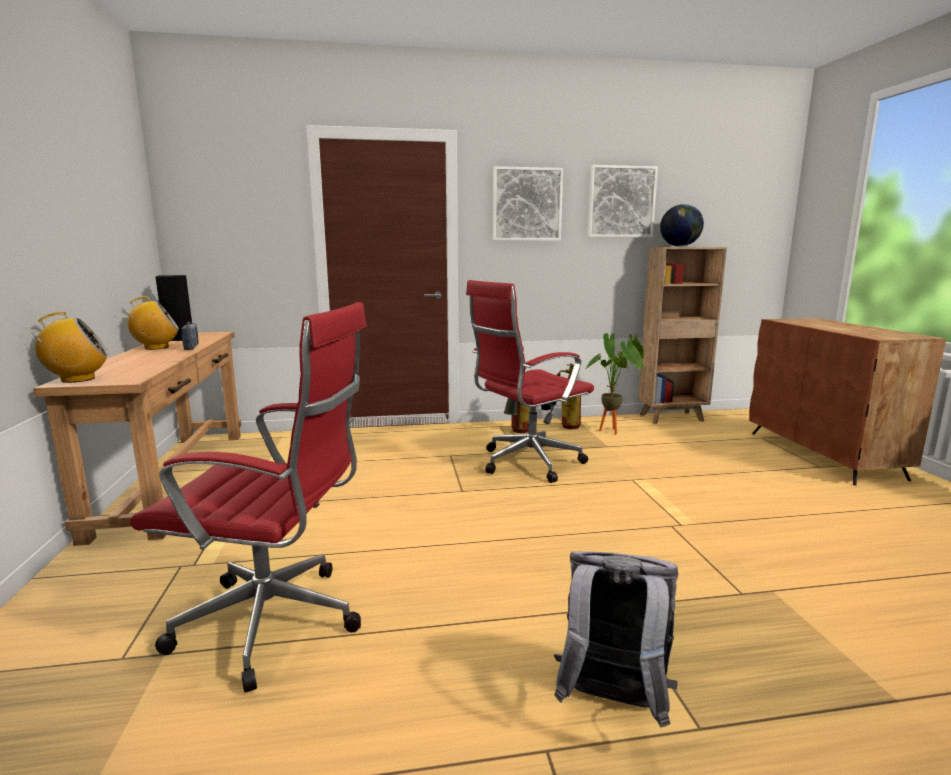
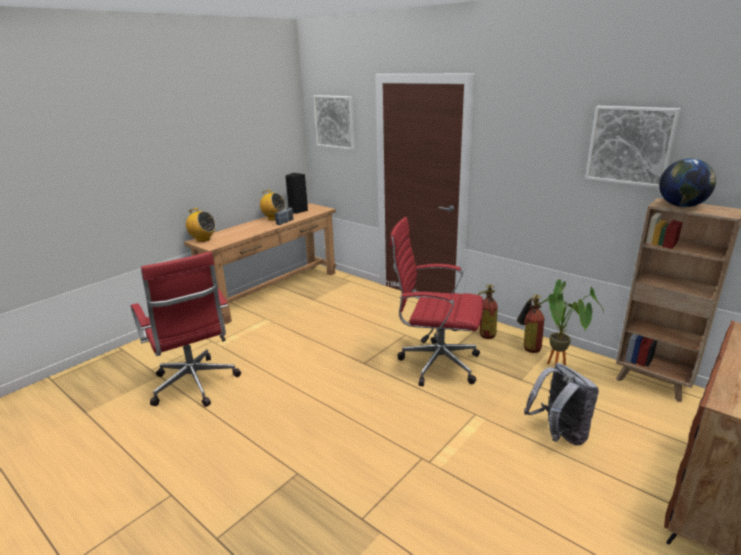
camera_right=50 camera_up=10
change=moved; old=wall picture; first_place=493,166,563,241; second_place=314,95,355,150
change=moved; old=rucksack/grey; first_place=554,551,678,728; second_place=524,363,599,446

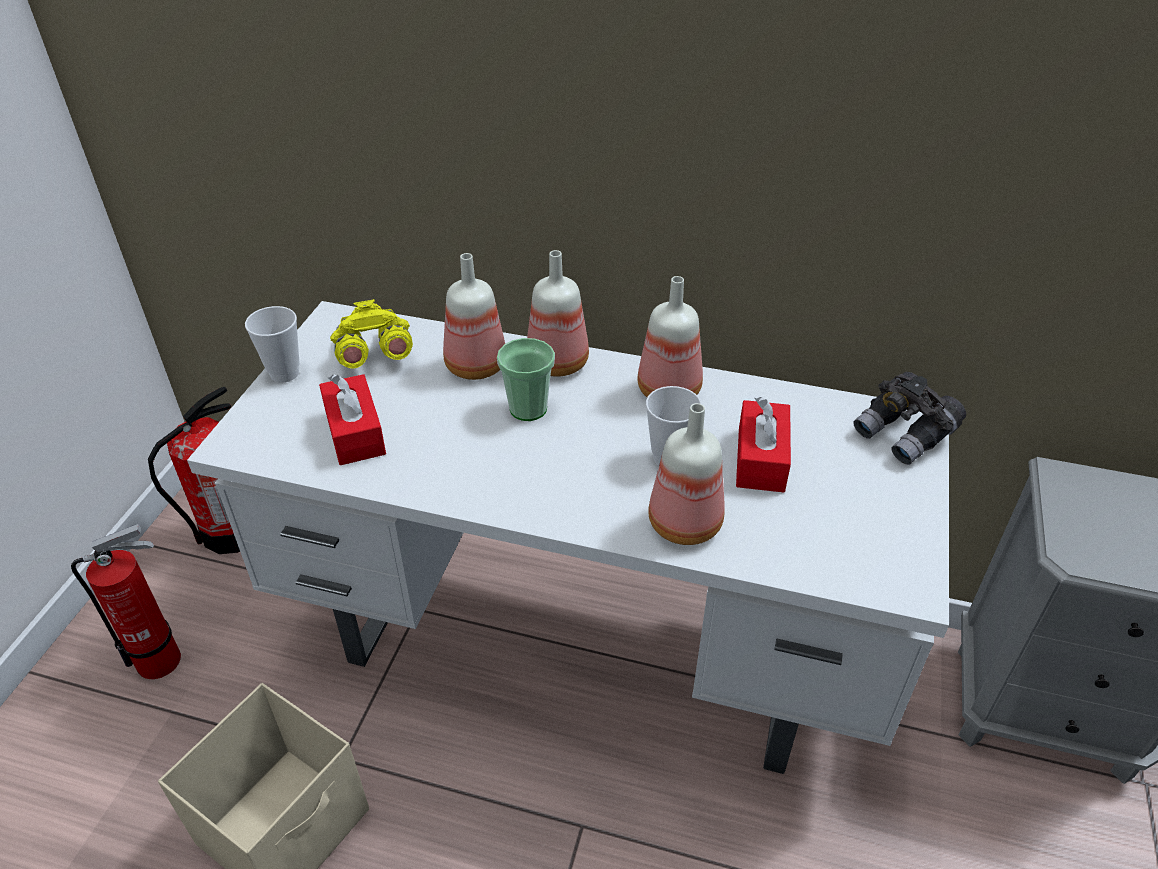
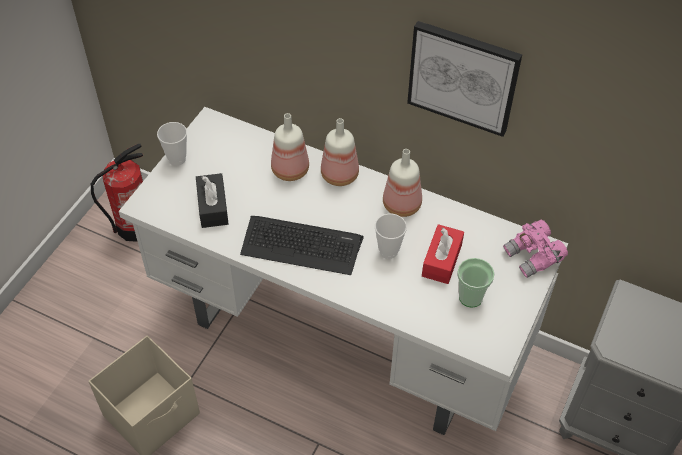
camera_right=10 camera_up=10
change=recoloured; old=tissue holder/reddish; new=tissue holder/black; first_place=319,374,386,465; second_place=196,173,229,228
change=added; new=PC keyboard; second_place=240,216,364,275
change=added; new=wall picture; second_place=407,21,522,137
change=moved; old=cup; first_place=497,338,555,421; second_place=457,258,495,308
change=recoloured; old=pair of binoculars/grey; new=pair of binoculars/pinkish; first_place=853,372,966,465; second_place=503,220,568,278
change=removed; old=extinguisher; first_place=71,524,181,679
change=removed; old=pair of binoculars/yellowish; first_place=330,299,413,369
change=removed; old=beverage bottle; first_place=648,403,725,545

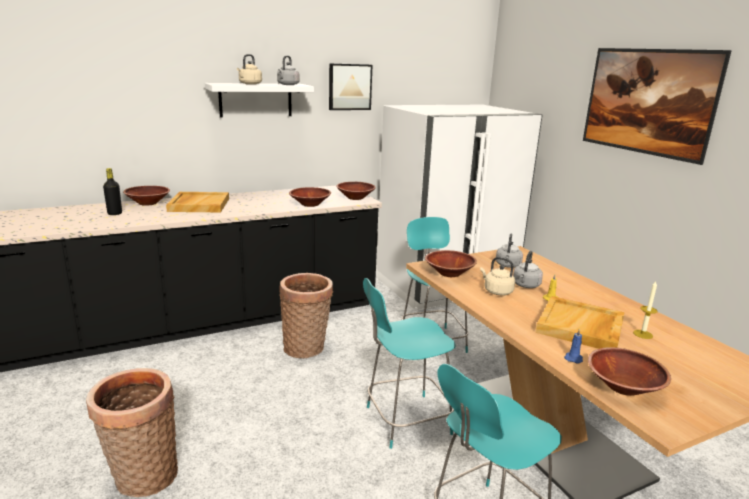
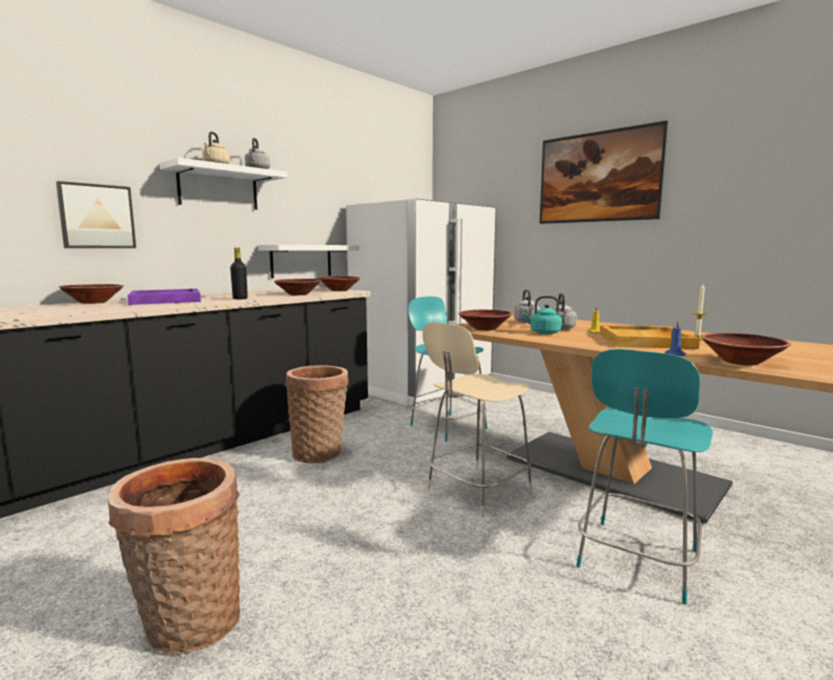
camera_right=-20 camera_up=-10
change=moved; old=wall picture; first_place=329,63,372,110; second_place=56,181,136,248
change=recoloured; old=tray/sand-coloured; new=tray/purple; first_place=166,192,229,212; second_place=128,289,201,305
change=moved; old=beverage bottle/black; first_place=103,168,122,215; second_place=230,247,248,299
change=added; new=wall shelf/whitish; second_place=258,245,360,278
change=recoloured; old=chair/blue-green; new=chair/sand-coloured; first_place=363,278,456,449; second_place=422,322,532,517
change=recoloured; old=tea kettle/sand-coloured; new=tea kettle/blue-green; first_place=480,257,515,296; second_place=523,296,562,334

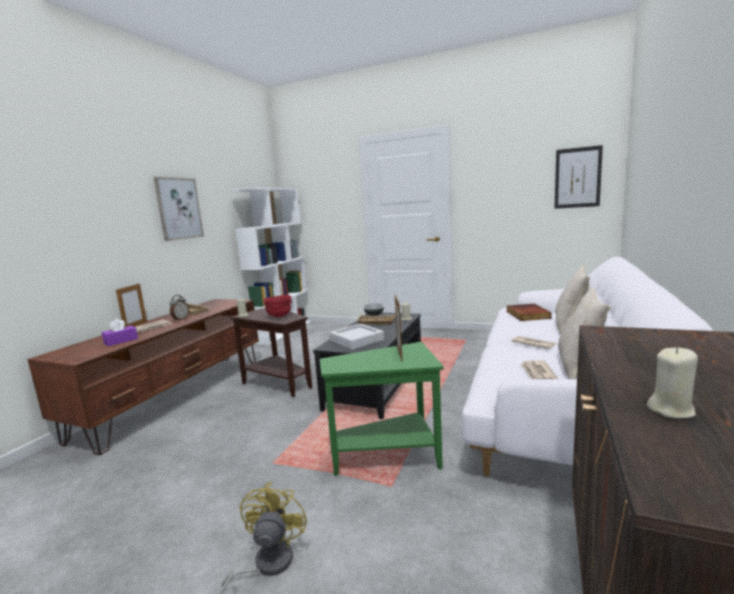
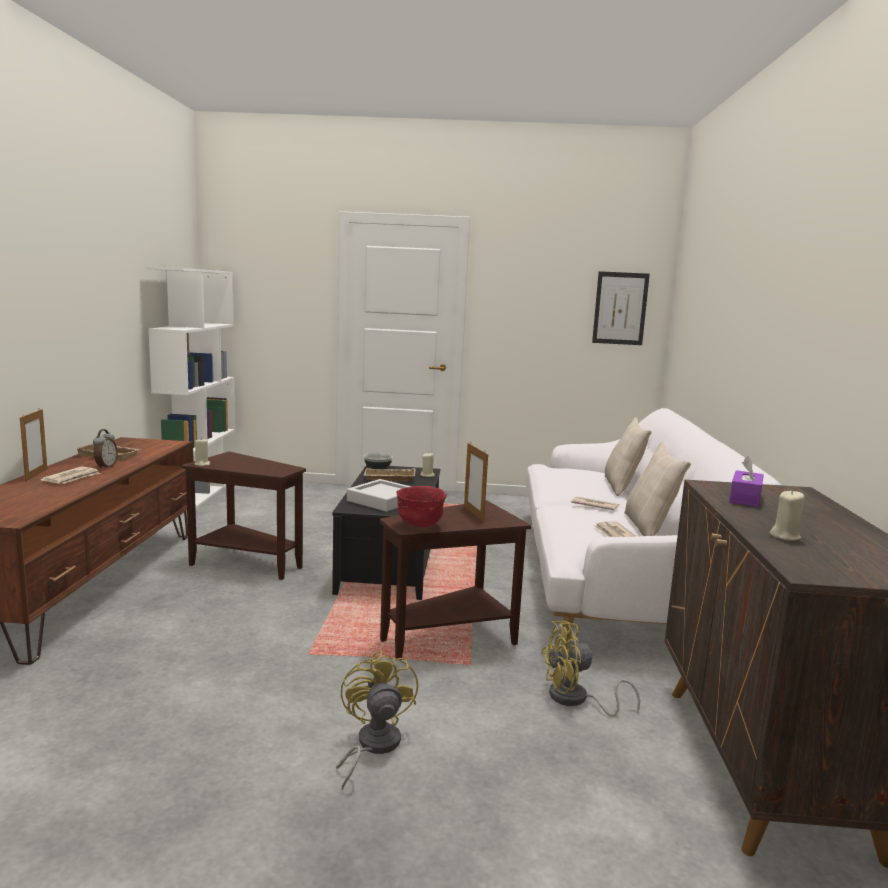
camera_right=-20 camera_up=0
change=recoloured; old=accent table/green-coloured; new=accent table/brown-coloured; first_place=320,342,444,476; second_place=380,500,531,661
change=moved; old=deep dish/reddish; first_place=263,295,292,317; second_place=396,486,447,527
change=added; new=fan/yellowish; second_place=541,621,640,716
change=moved; old=tissue holder/purple; first_place=102,319,138,346; second_place=729,456,764,507
change=removed; old=wall picture; first_place=154,177,204,241
change=removed; old=book; first_place=506,304,552,321

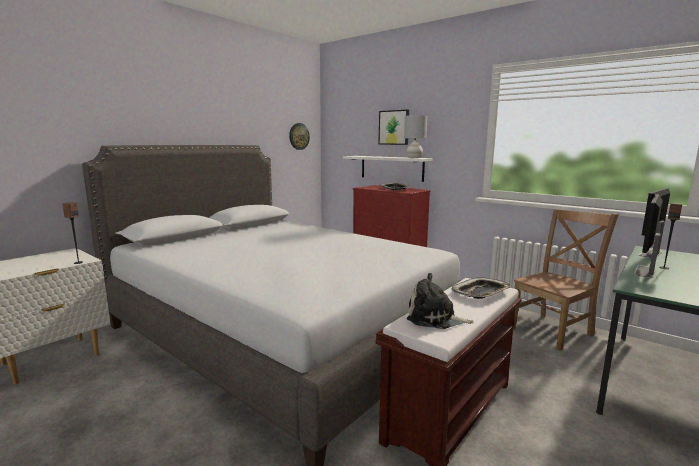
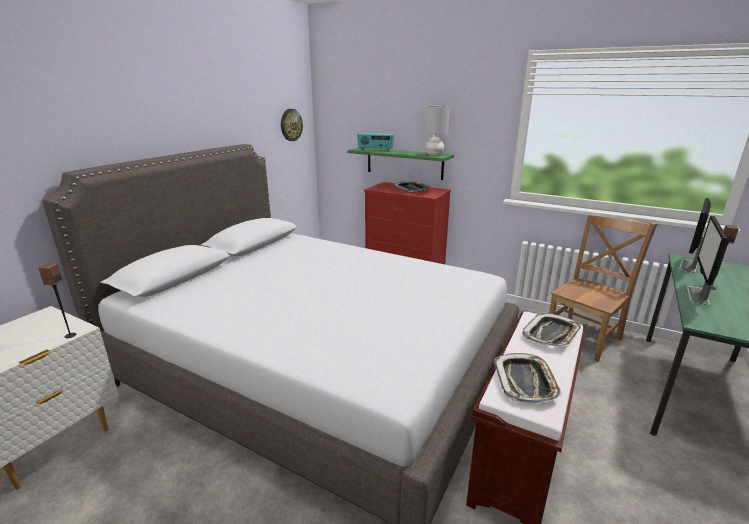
camera_right=-10 camera_up=10
change=recoloured; old=wall shelf/whitish; new=wall shelf/green-coloured; first_place=343,156,433,182; second_place=347,148,454,180
change=added; new=radio receiver; second_place=357,133,394,151
change=replaced; old=plush toy; new=tray; first_place=407,273,474,329; second_place=495,353,563,403
change=removed; old=wall picture; first_place=378,110,409,145

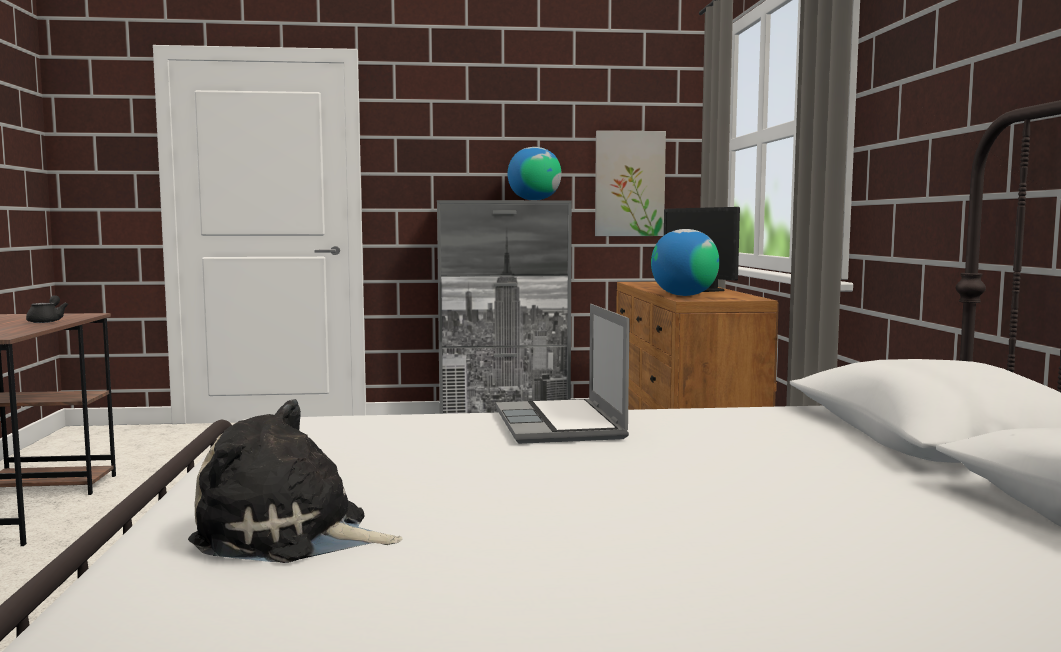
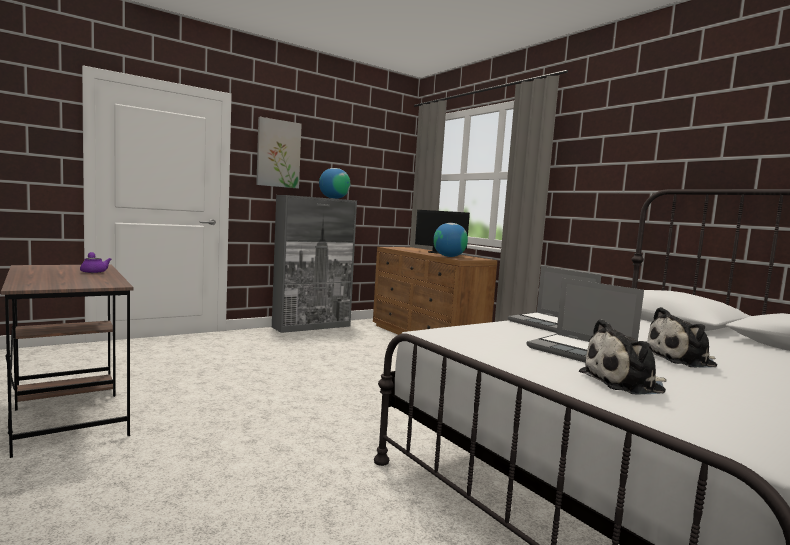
camera_right=-30 camera_up=0
change=recoloured; old=pot for tea/black; new=pot for tea/purple; first_place=26,295,68,323; second_place=80,252,112,273
change=moved; old=wall picture; first_place=595,130,666,236; second_place=256,117,302,188
change=added; new=notebook computer; second_place=527,278,644,362
change=added; new=plush toy; second_place=648,307,717,367

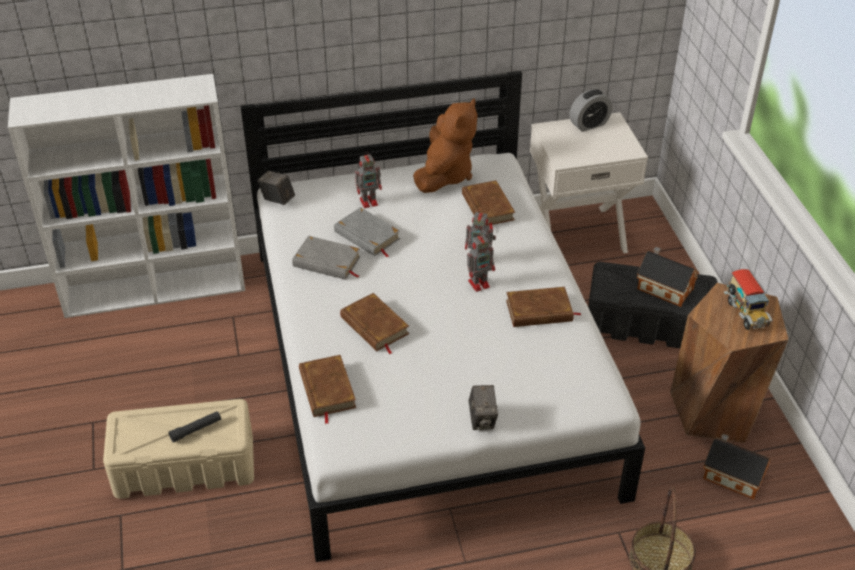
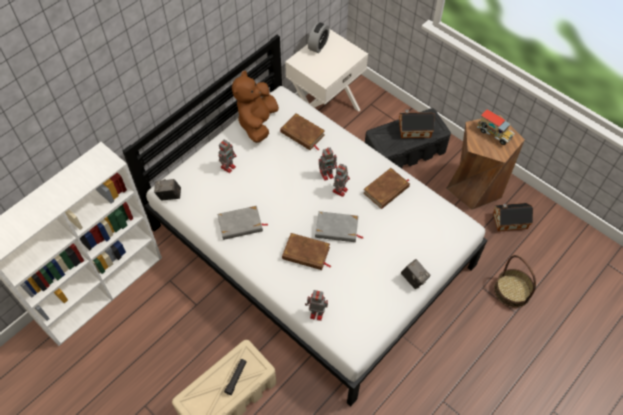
camera_right=-35 camera_up=15
change=turned; old=plush toy/brown-coloured; first_place=413,98,477,193; second_place=232,70,279,143; degrees=-150
change=replaced; old=book/brown-coloured; new=robot figure; first_place=299,355,356,424; second_place=305,290,328,321
change=moved; old=book/grey; first_place=334,207,400,257; second_place=315,211,363,242

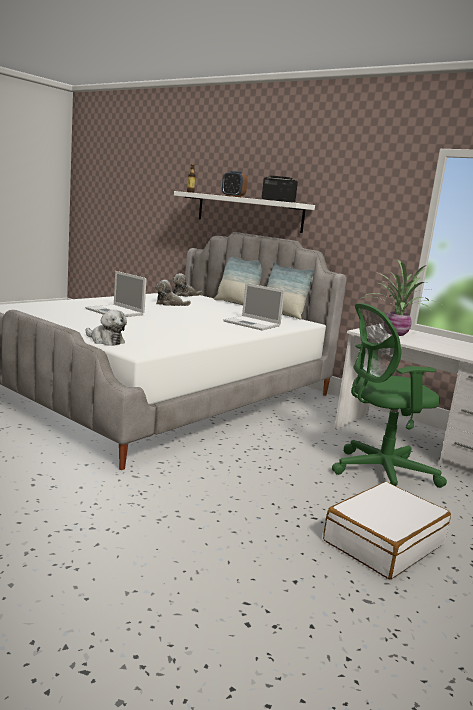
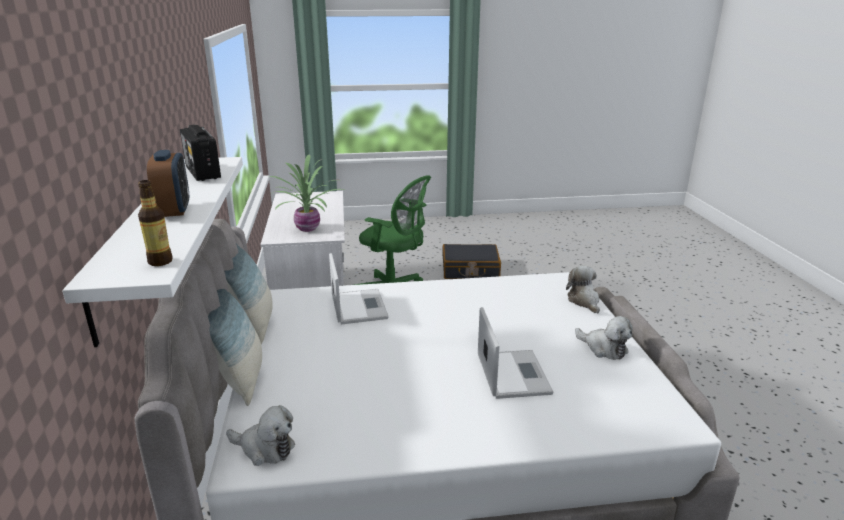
camera_right=-135 camera_up=10
change=recoloured; old=piece of luggage/whitish; new=piece of luggage/black; first_place=323,482,451,579; second_place=442,244,501,279
change=moved; old=plush toy; first_place=155,280,191,306; second_place=575,316,633,360

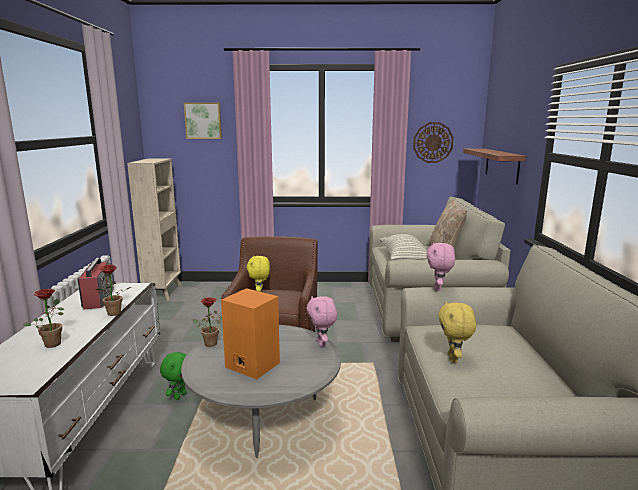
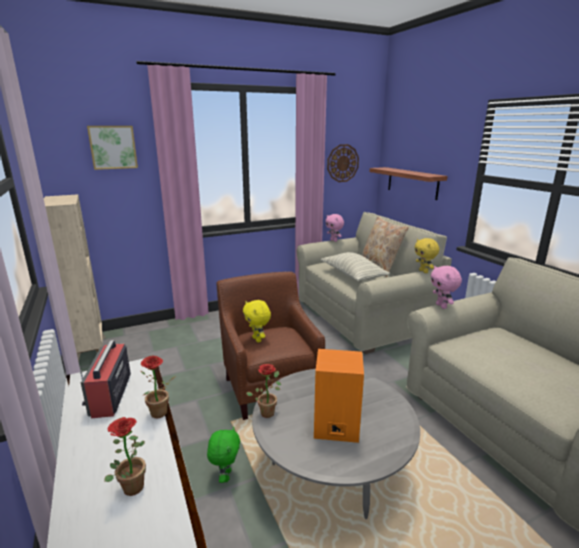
camera_right=-25 camera_up=5
change=turned; old=radio receiver; first_place=78,254,116,310; second_place=80,340,131,418; degrees=-150
change=moved; old=plush toy/pinkish; first_place=307,296,337,347; second_place=325,214,344,242
change=moved; old=plush toy/yellowish; first_place=438,301,476,363; second_place=415,238,439,273

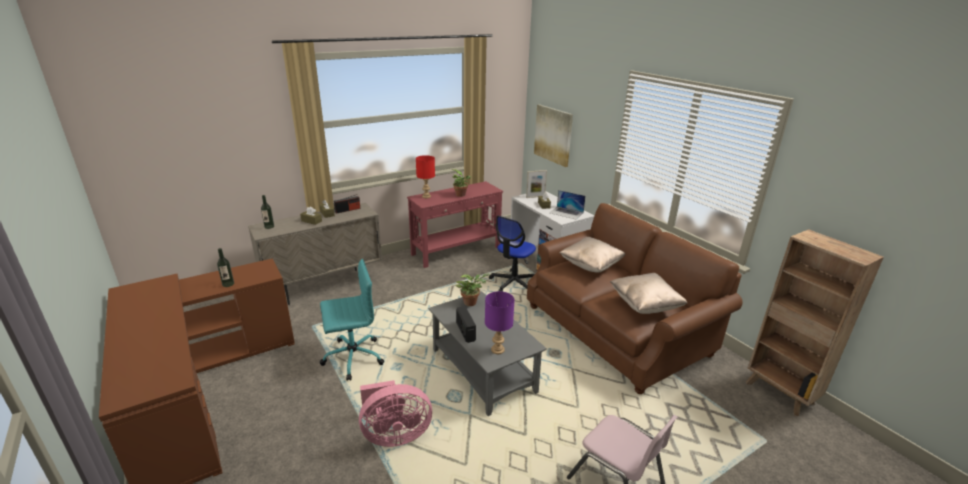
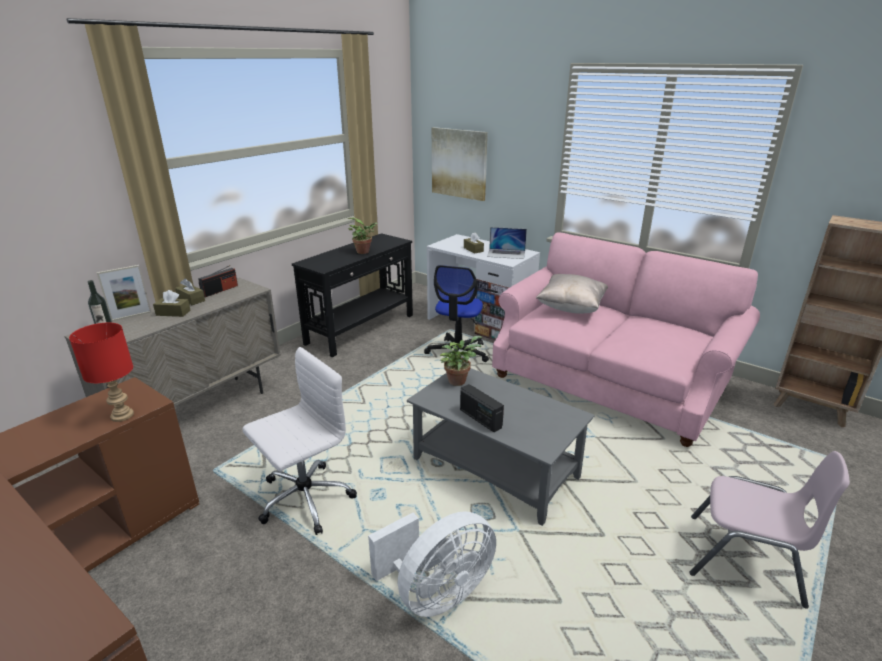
camera_right=-20 camera_up=0
change=moved; old=lamp for a table/reddish; first_place=416,155,435,198; second_place=69,323,134,422
change=moved; old=picture frame; first_place=526,170,547,198; second_place=97,265,151,321
change=recoloured; old=office chair/blue-green; new=office chair/whitish; first_place=320,259,384,381; second_place=242,347,357,535
change=recoloured; old=hall table/reddish; new=hall table/black; first_place=407,181,503,268; second_place=292,233,413,357
change=recoloured; old=fan/pinkish; new=fan/whitish; first_place=359,380,432,447; second_place=368,511,496,617
change=recoloured; old=settee/brown-coloured; new=settee/pinkish; first_place=527,203,743,394; second_place=492,232,760,447
change=removed; old=beverage bottle; first_place=217,248,234,287
change=removed; old=lamp for a table/purple; first_place=485,291,515,354
change=removed; old=throw pillow/sand-coloured; first_place=610,273,687,314

